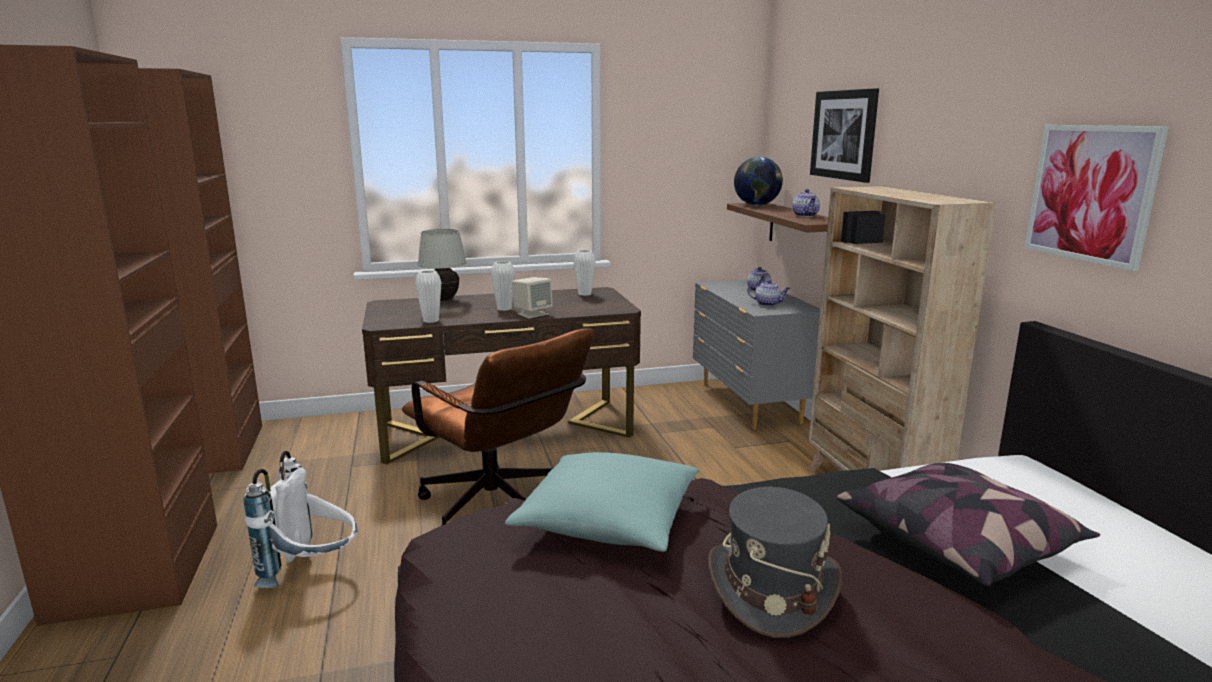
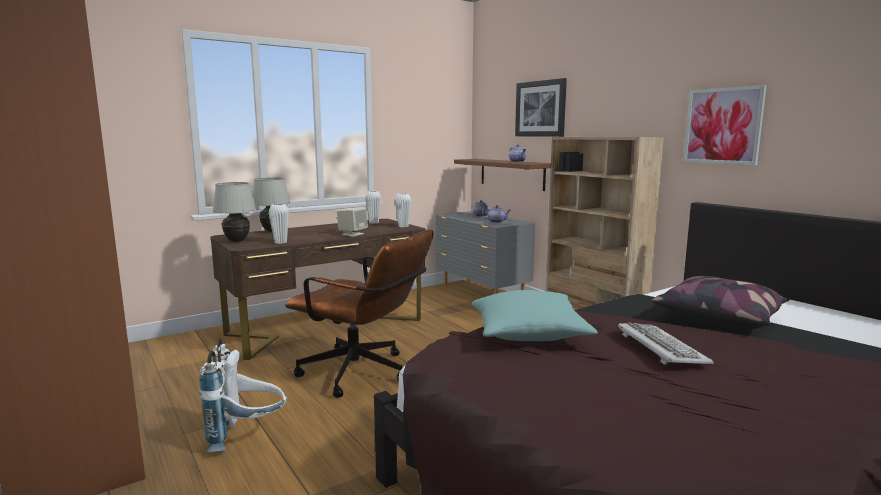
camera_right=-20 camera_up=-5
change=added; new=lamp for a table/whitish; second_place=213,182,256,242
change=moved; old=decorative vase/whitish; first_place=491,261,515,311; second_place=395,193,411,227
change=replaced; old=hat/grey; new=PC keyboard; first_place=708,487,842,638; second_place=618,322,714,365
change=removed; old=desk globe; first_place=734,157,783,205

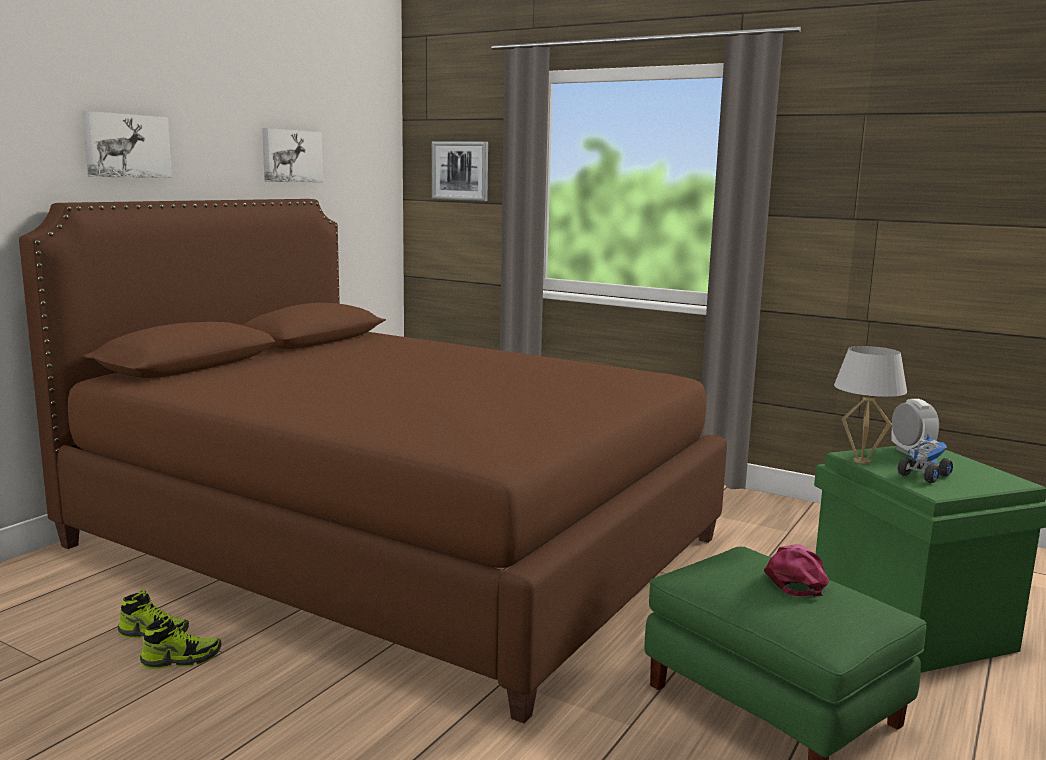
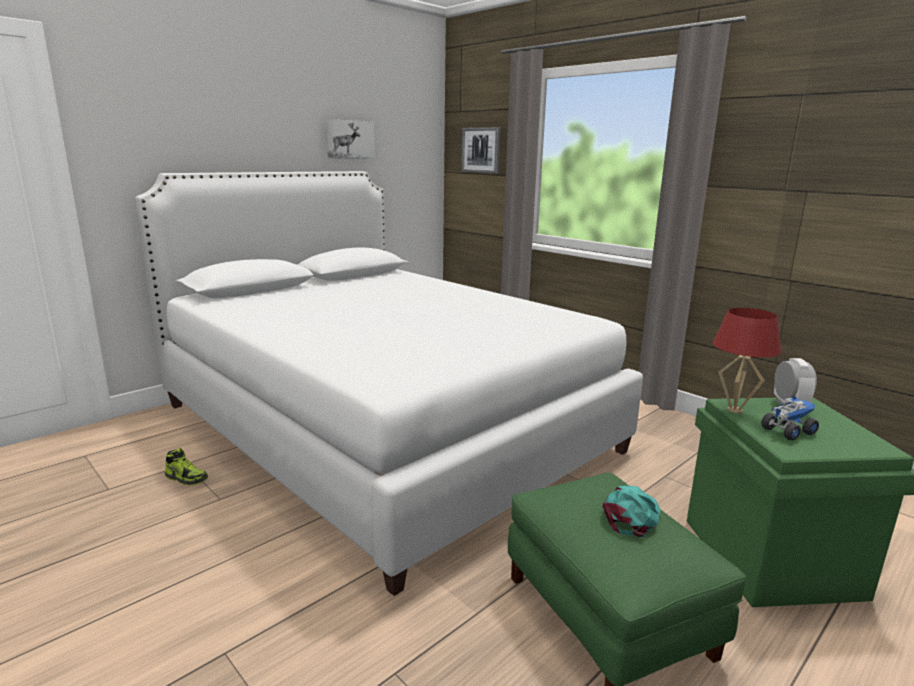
camera_right=15 camera_up=5
change=recoloured; old=bed/brown-coloured; new=bed/whitish; first_place=19,199,727,724; second_place=135,171,643,596
change=recoloured; old=cap/pinkish; new=cap/blue-green; first_place=764,544,829,596; second_place=602,486,661,537
change=recoloured; old=lamp for a table/whitish; new=lamp for a table/reddish; first_place=834,346,907,464; second_place=713,308,781,414
change=removed; old=wall picture; first_place=82,111,172,178
change=removed; old=low shoe; first_place=140,615,222,669

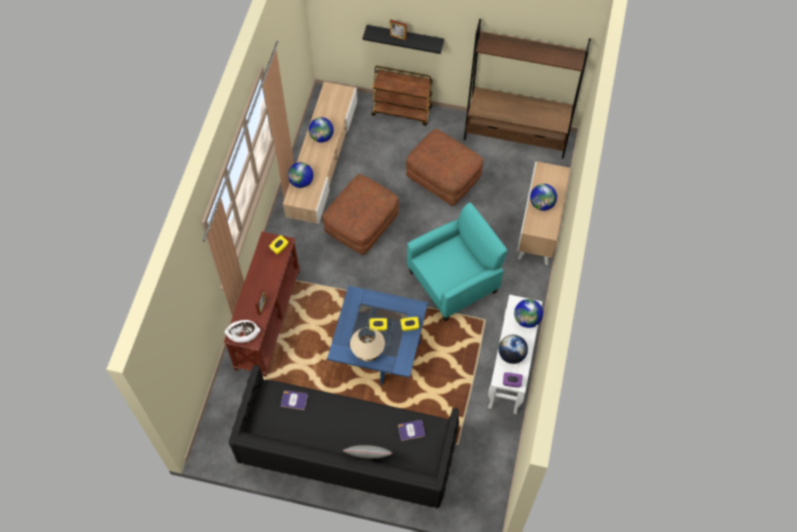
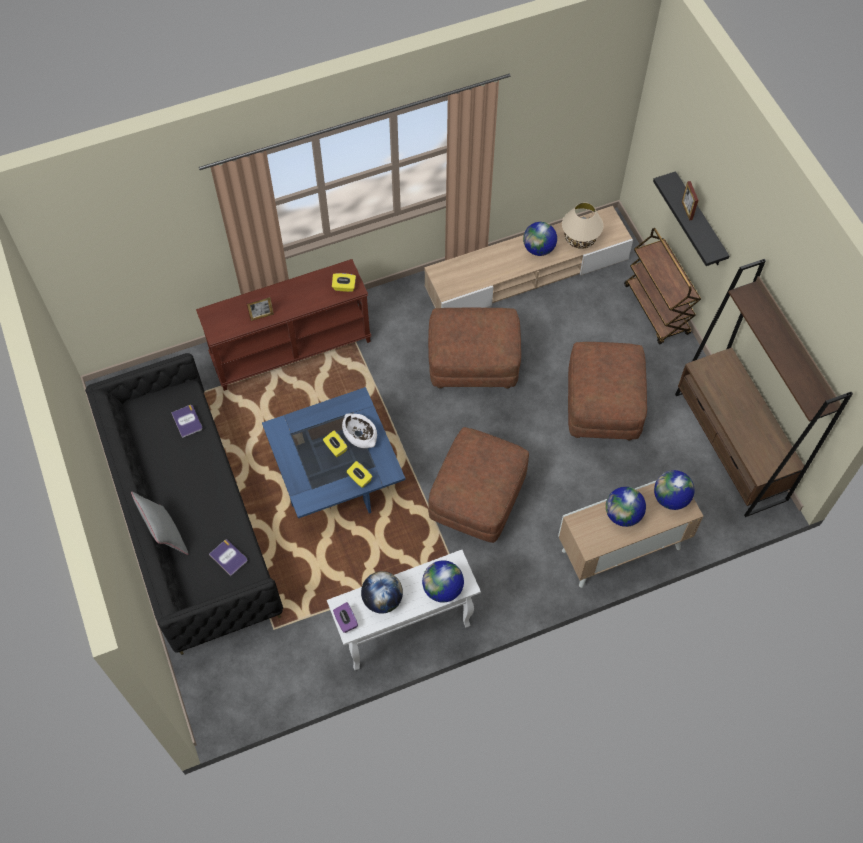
camera_right=55 camera_up=0
change=moved; old=deep dish/whitish; first_place=224,320,260,343; second_place=342,413,377,448
change=replaced; old=lounge chair/blue-green; new=pouffe/brown-coloured; first_place=407,202,508,321; second_place=428,427,529,543
change=moved; old=lamp for a table/sand-coloured; first_place=350,327,385,362; second_place=562,202,603,249
change=moved; old=desk globe; first_place=288,162,313,188; second_place=654,470,695,510

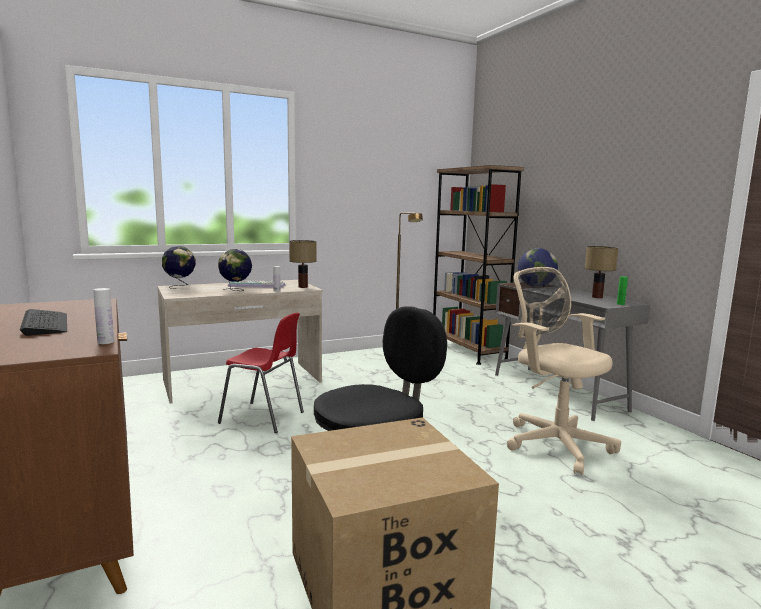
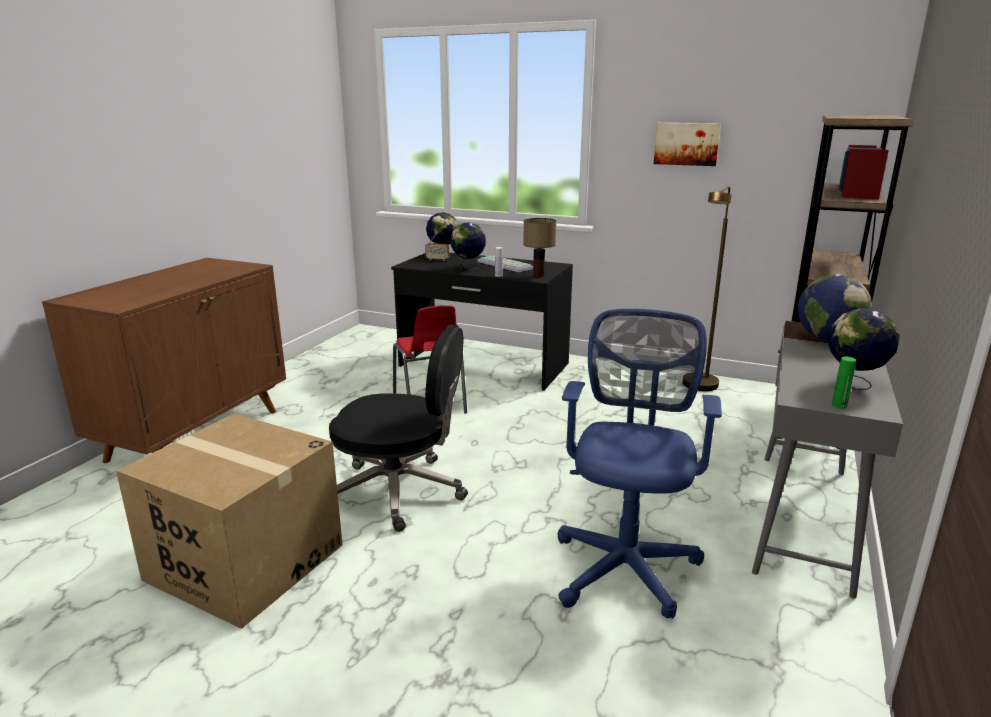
camera_right=50 camera_up=10
change=recoloured; old=desk unit/sand-coloured; new=desk unit/black; first_place=158,280,323,404; second_place=391,253,573,391
change=added; new=radio receiver; second_place=425,231,449,261
change=recoloured; old=office chair/sand-coloured; new=office chair/bluish; first_place=507,267,621,475; second_place=558,309,722,619
change=added; new=wall picture; second_place=654,123,721,166
change=replaced; old=lamp for a table; new=desk globe; first_place=585,246,619,298; second_place=828,308,900,390
change=removed; old=PC keyboard; first_place=20,309,67,336
change=removed; old=beverage bottle/whitish; first_place=93,288,114,344

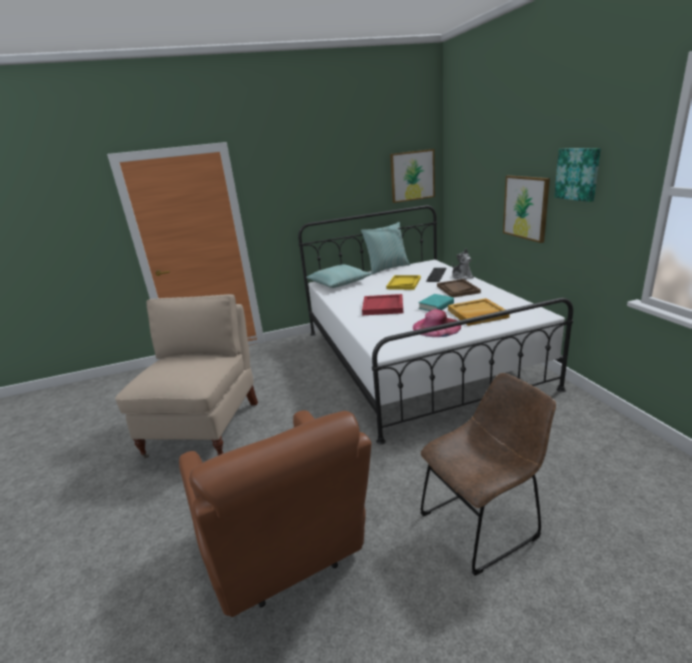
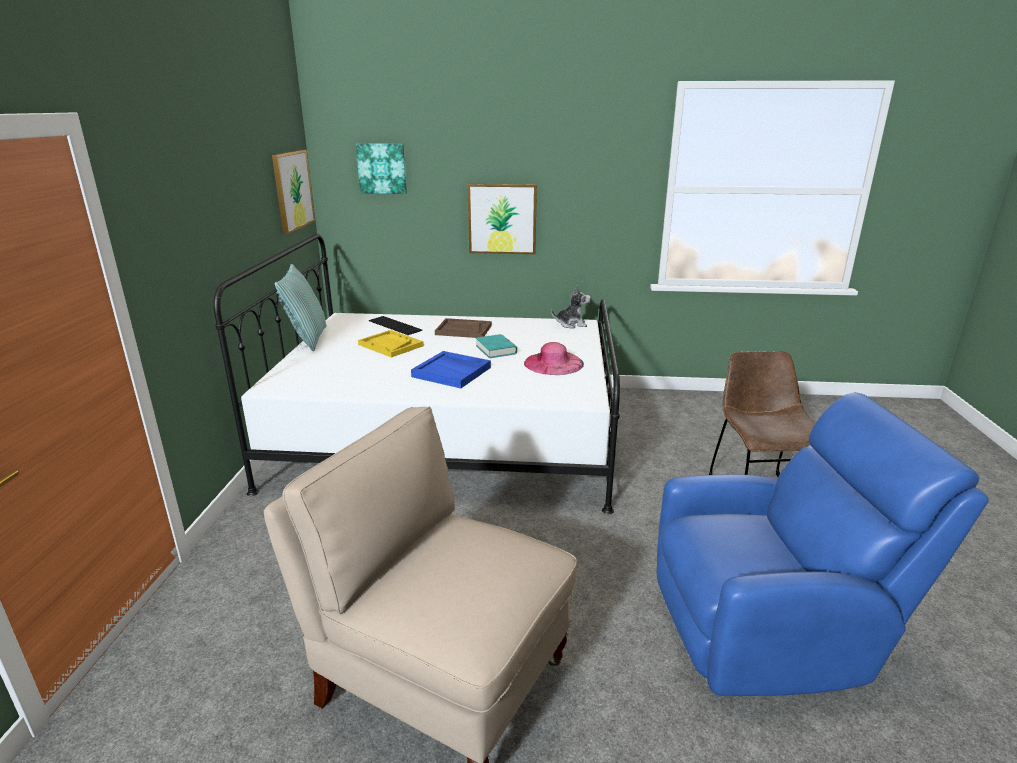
camera_right=-70 camera_up=0
change=moved; old=wall picture; first_place=554,148,601,202; second_place=356,143,407,194
change=recoloured; old=tray/reddish; new=tray/bluish; first_place=362,294,403,315; second_place=411,351,491,388
change=moved; old=plush toy; first_place=452,249,474,280; second_place=551,285,591,328
change=recoloured; old=lounge chair/brown-coloured; new=lounge chair/bluish; first_place=179,410,372,617; second_place=656,392,989,696
change=removed; old=throw pillow; first_place=306,264,371,288
change=removed; old=tray/sand-coloured; first_place=448,298,510,326

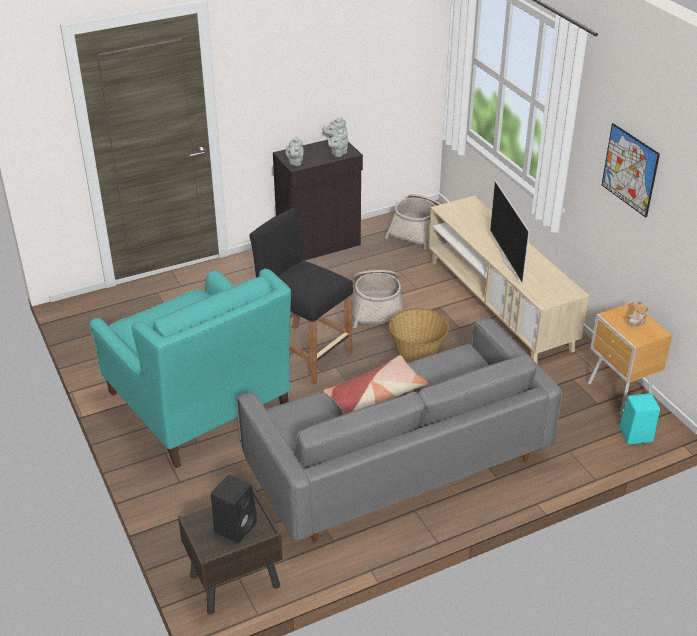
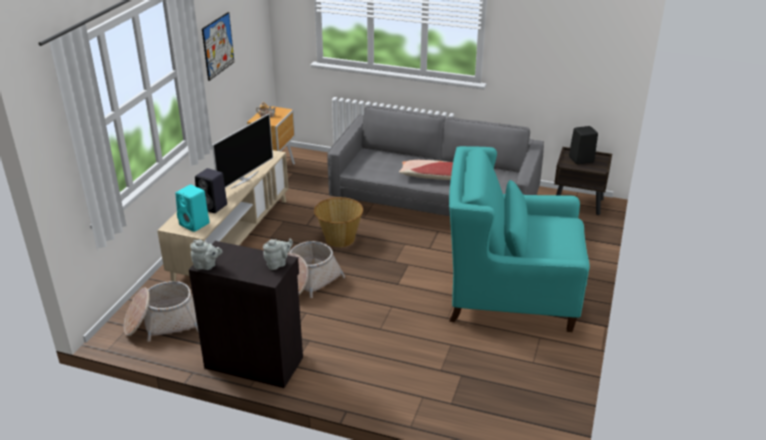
camera_right=-135 camera_up=-5
change=moved; old=audio speaker/blue-green; first_place=619,393,660,444; second_place=176,185,209,232
change=added; new=audio speaker/black; second_place=195,168,227,213
change=turned; old=lounge chair/blue-green; first_place=89,269,291,468; second_place=449,146,590,332; degrees=-90
change=removed; old=stool seat/black; first_place=250,208,353,385
change=removed; old=pot for tea/grey; first_place=328,128,348,157

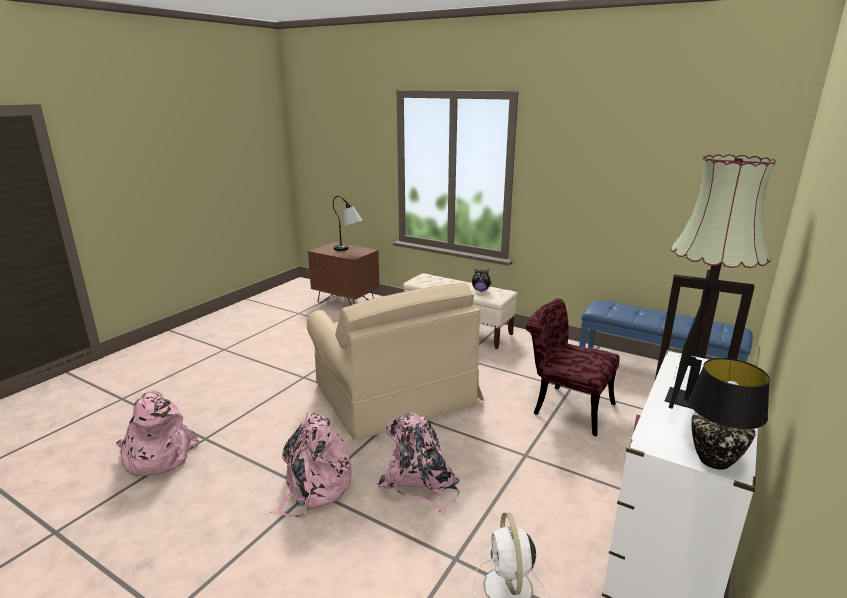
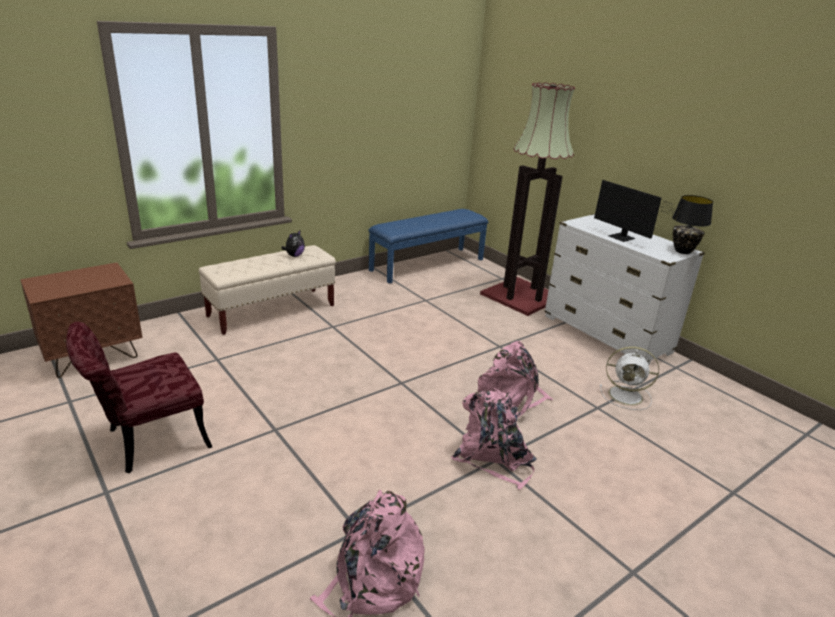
camera_right=-70 camera_up=5
change=moved; old=chair/reddish; first_place=526,299,620,436; second_place=66,322,212,473
change=removed; old=lounge chair/sand-coloured; first_place=307,283,484,441
change=removed; old=lamp for a table; first_place=333,196,363,251

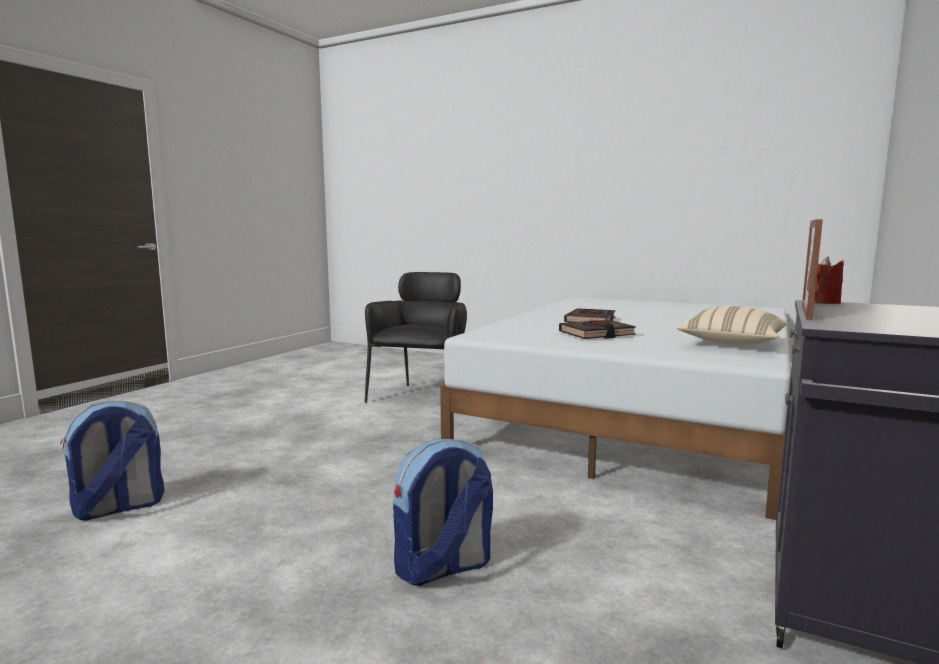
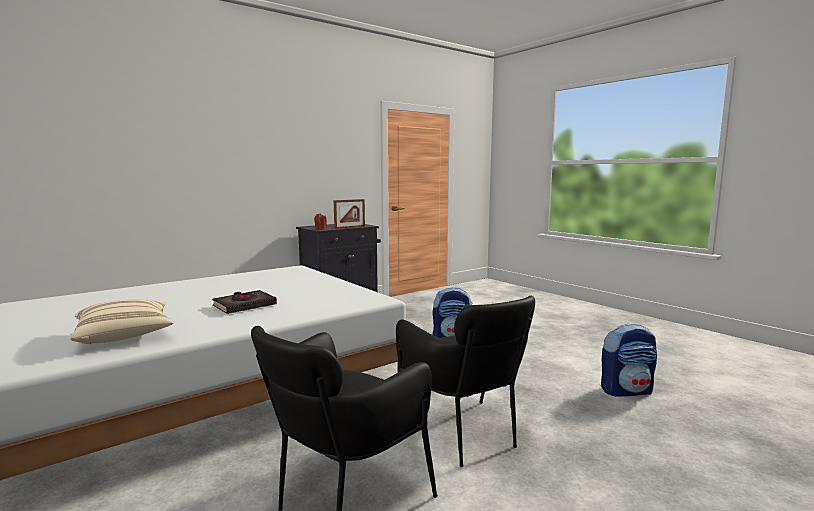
camera_right=-155 camera_up=0
change=moved; old=throw pillow/sand-coloured; first_place=677,306,786,346; second_place=70,299,174,344
change=added; new=lounge chair/black; second_place=396,296,535,467
change=removed; old=book/black; first_place=559,320,636,339

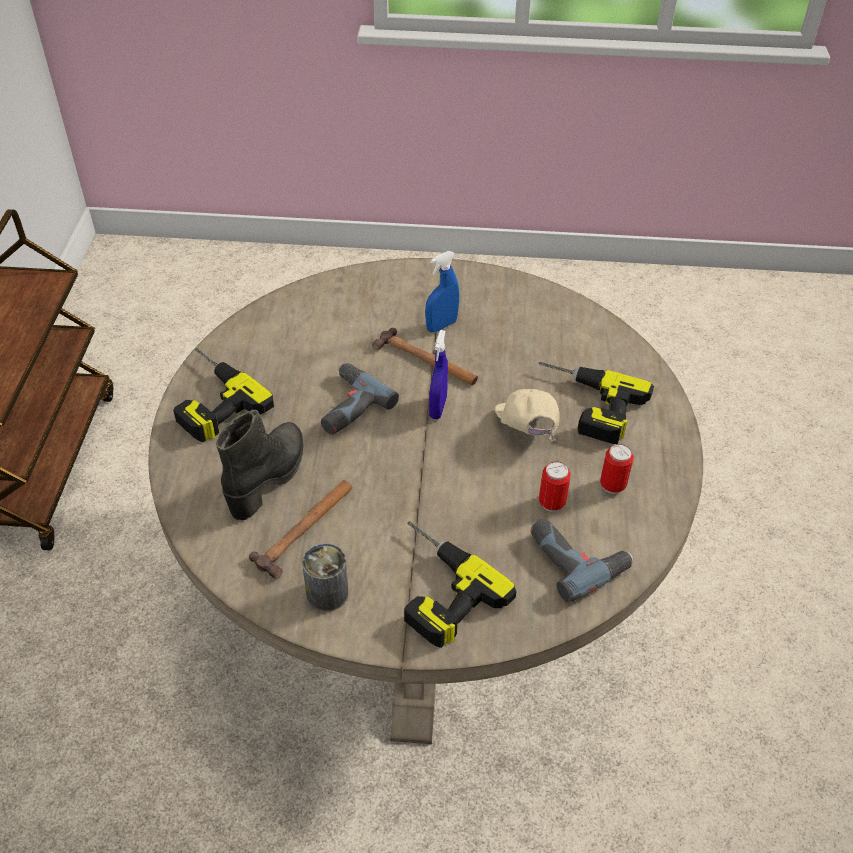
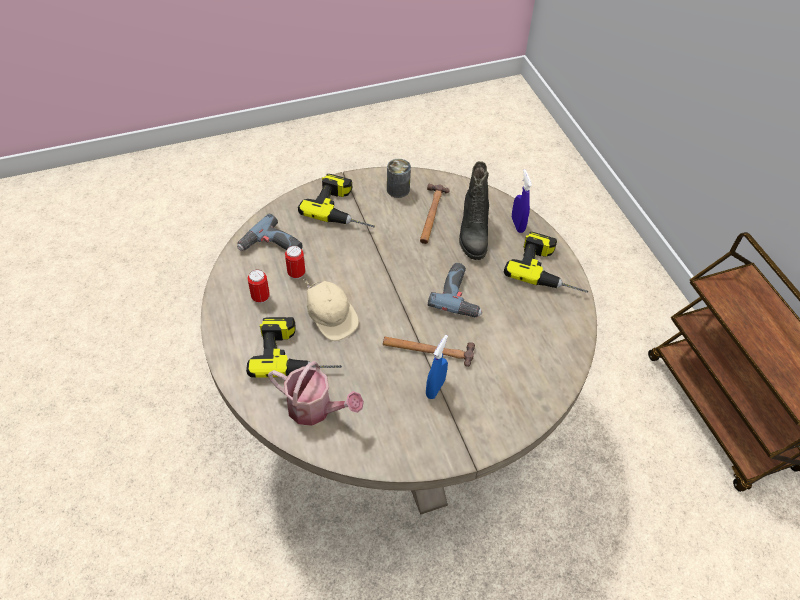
camera_right=155 camera_up=5
change=added; new=watering can; second_place=268,361,364,426
change=moved; old=sprayer/bluish; first_place=429,330,448,419; second_place=512,169,532,233

